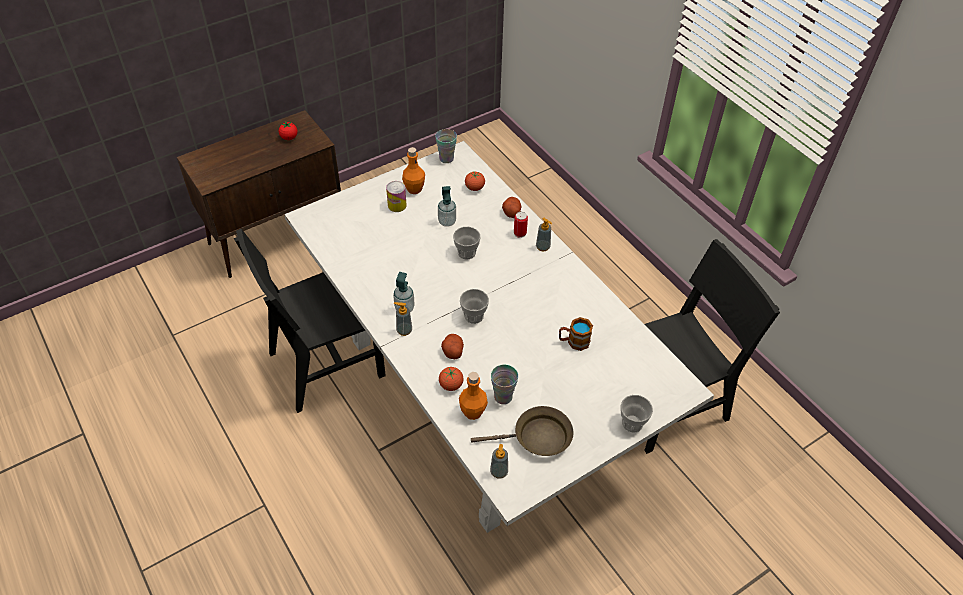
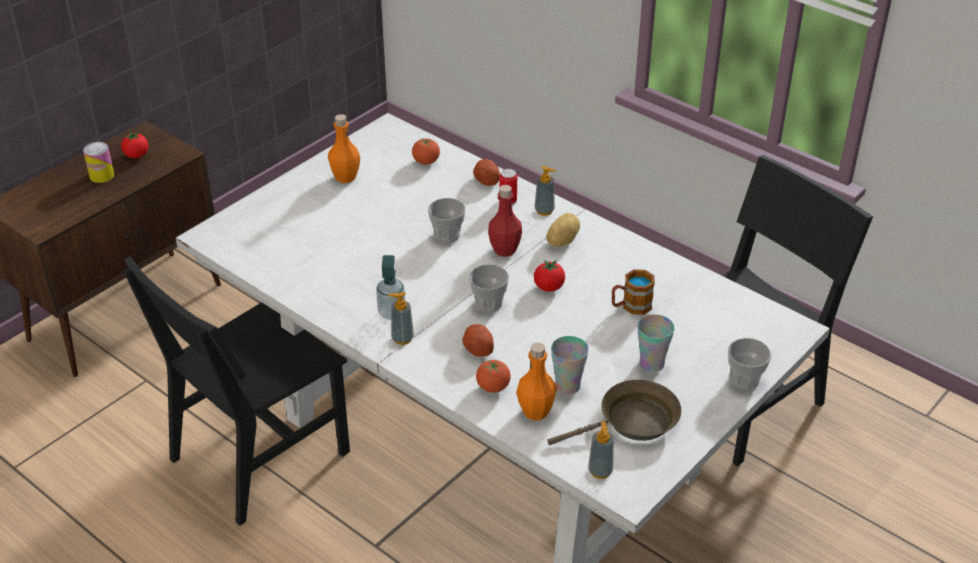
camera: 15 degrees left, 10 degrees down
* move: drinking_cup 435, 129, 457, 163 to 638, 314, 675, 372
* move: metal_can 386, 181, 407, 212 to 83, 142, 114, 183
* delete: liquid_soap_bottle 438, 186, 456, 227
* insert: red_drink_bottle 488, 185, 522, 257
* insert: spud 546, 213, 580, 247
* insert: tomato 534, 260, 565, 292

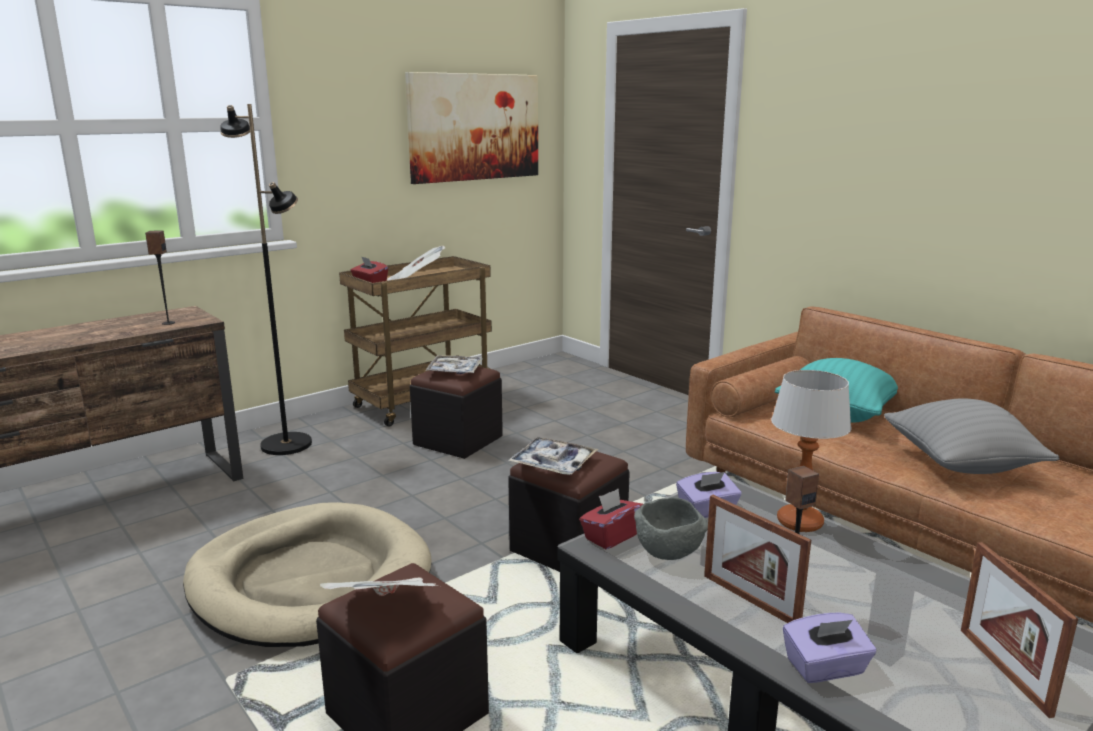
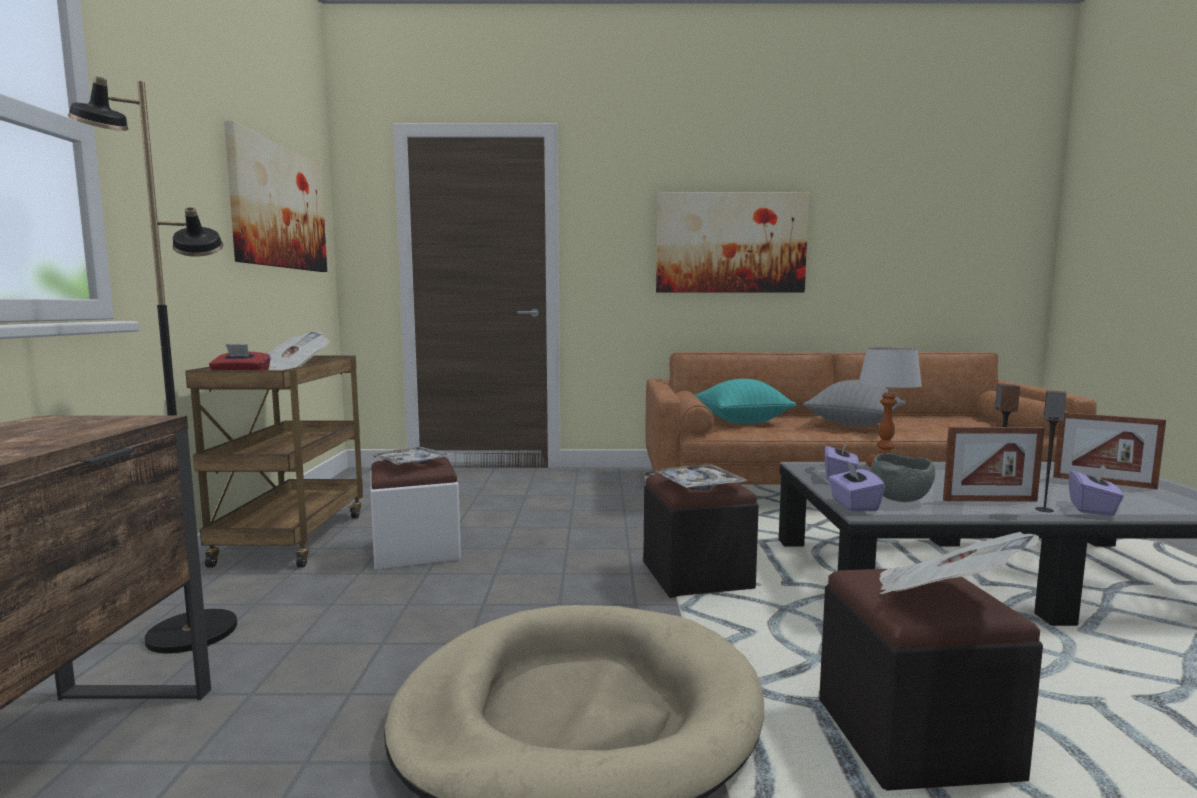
camera: 50 degrees left, 10 degrees down
* move: audio_speaker 145, 230, 175, 325 to 1035, 390, 1066, 512
* recolor: black_pouffe 410, 367, 503, 459 to whitish_pouffe 370, 457, 461, 570
* recolor: red_box_of_tissues 579, 489, 643, 549 to purple_box_of_tissues 828, 461, 885, 511
* insert: wall_picture 656, 192, 809, 293

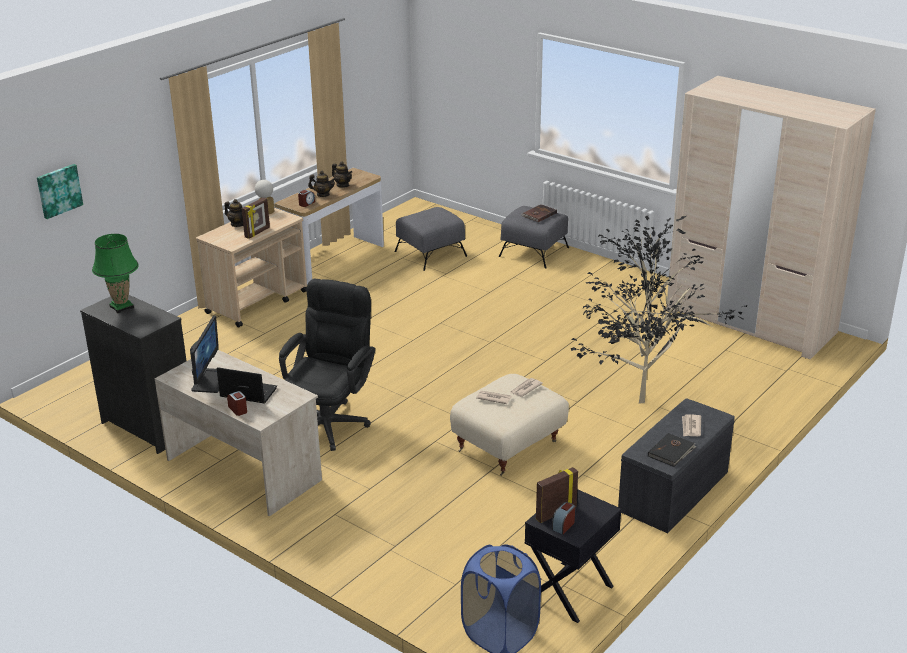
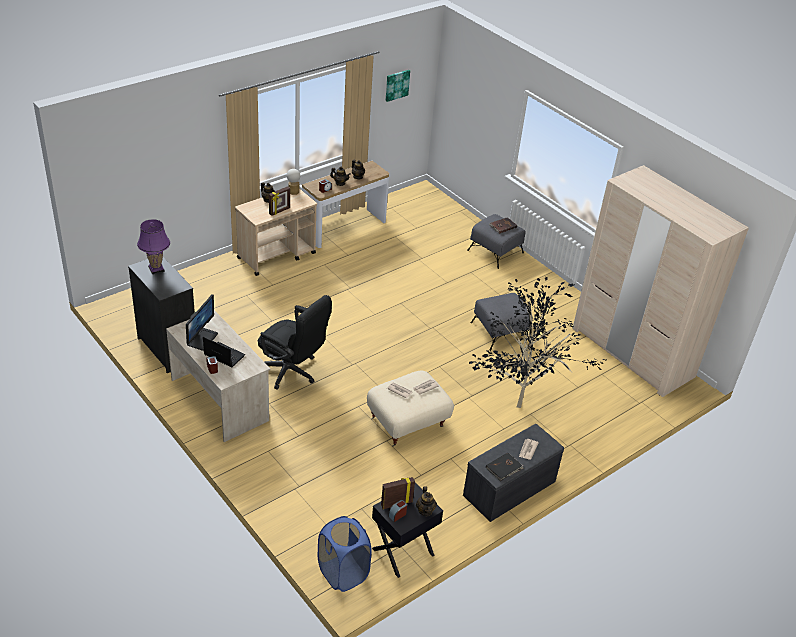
camera: 10 degrees right, 10 degrees up
* move: wall_picture 37, 164, 83, 219 to 386, 70, 410, 102
* move: gray_pouffe 395, 207, 467, 271 to 471, 293, 533, 351
* recolor: greenish_tabletop_lamp 92, 234, 139, 313 to purple_tabletop_lamp 137, 219, 170, 274
* rotate: black_office_chair 279, 279, 375, 451 = 258, 295, 332, 390 90 degrees clockwise
* insert: teapot 416, 486, 437, 516

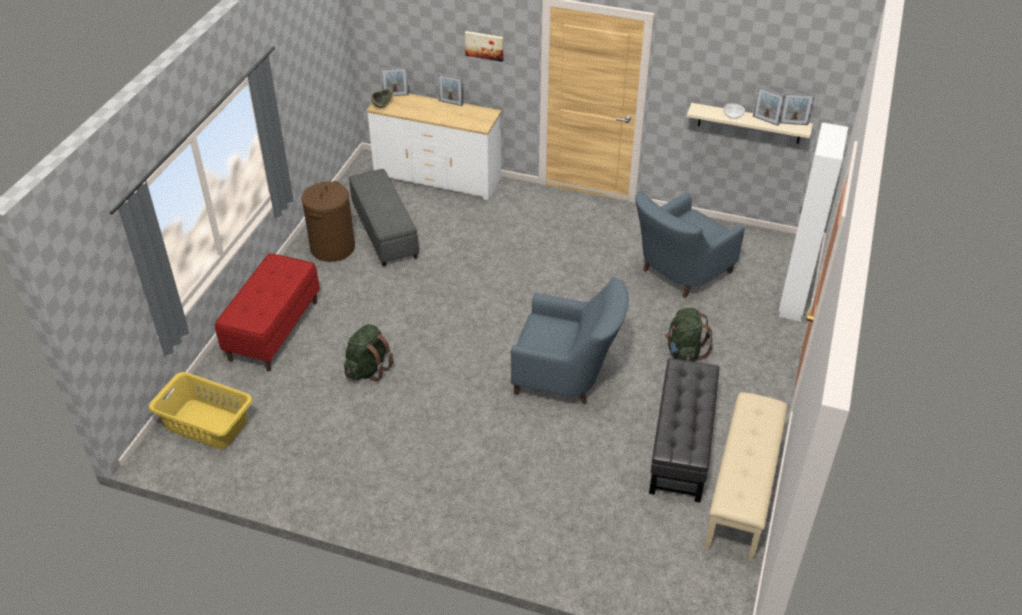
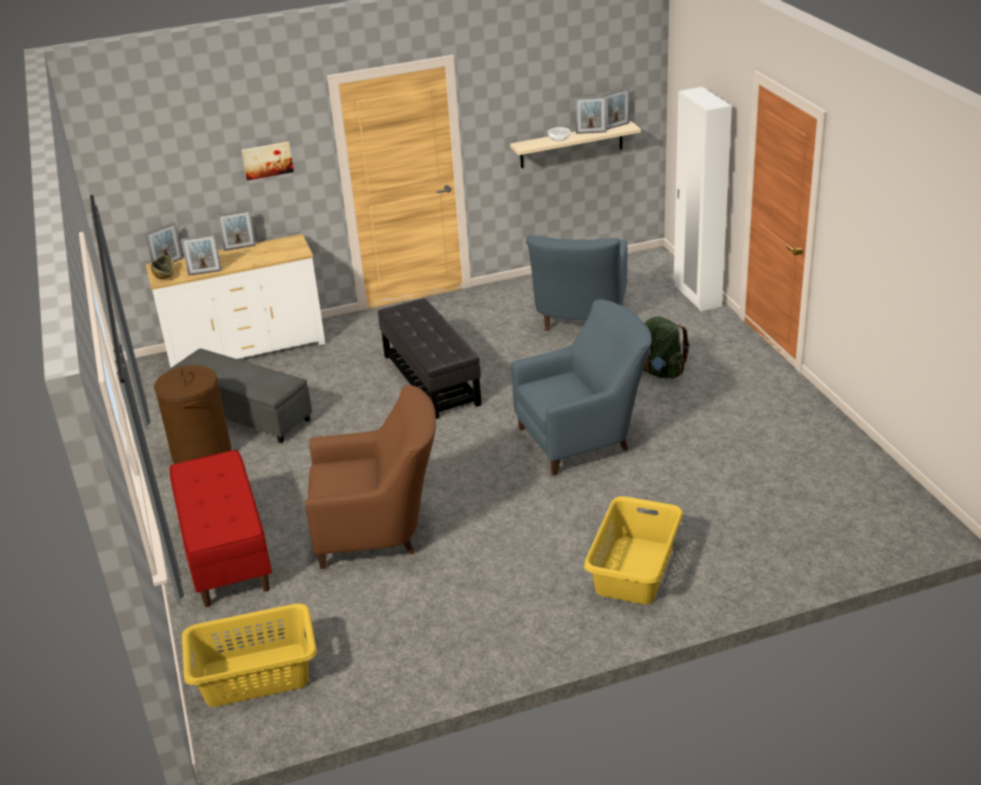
camera: 35 degrees left, 10 degrees down
* replace: greenish_rucksack 344, 324, 394, 382 to brownish_armchair 305, 385, 436, 569
* move: black_pouffe 649, 358, 719, 503 to 378, 298, 482, 419
* delete: beige-coloured_indoor_bench 704, 392, 788, 561
* insert: picture_frame 181, 234, 222, 276
* insert: yellow-coloured_washing_basket 584, 496, 683, 605

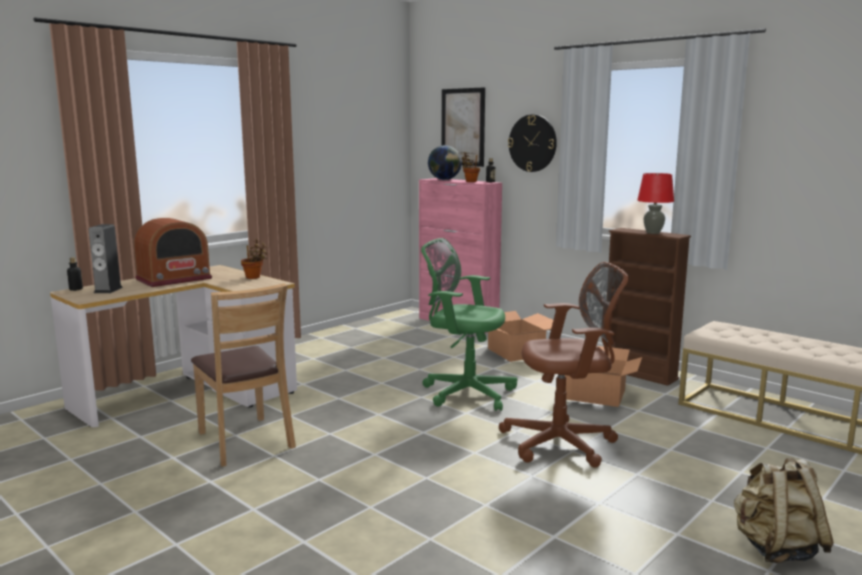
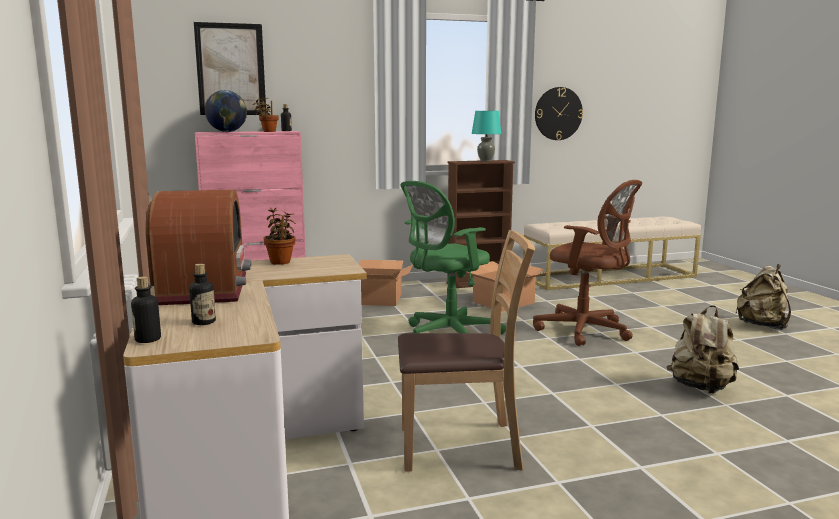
camera: 60 degrees left, 0 degrees up
* move: clock_on_the_wall 508, 115, 557, 172 to 535, 87, 583, 140
* recolor: red_tabletop_lamp 637, 173, 674, 234 to turquoise_tabletop_lamp 472, 111, 501, 161
* replace: audio_speaker 88, 224, 123, 293 to drink_bottle 189, 264, 216, 325
* rotate: brownish_office_chair 499, 262, 629, 468 = 533, 180, 642, 346 105 degrees clockwise
* insert: beige-coloured_rucksack 667, 305, 739, 393

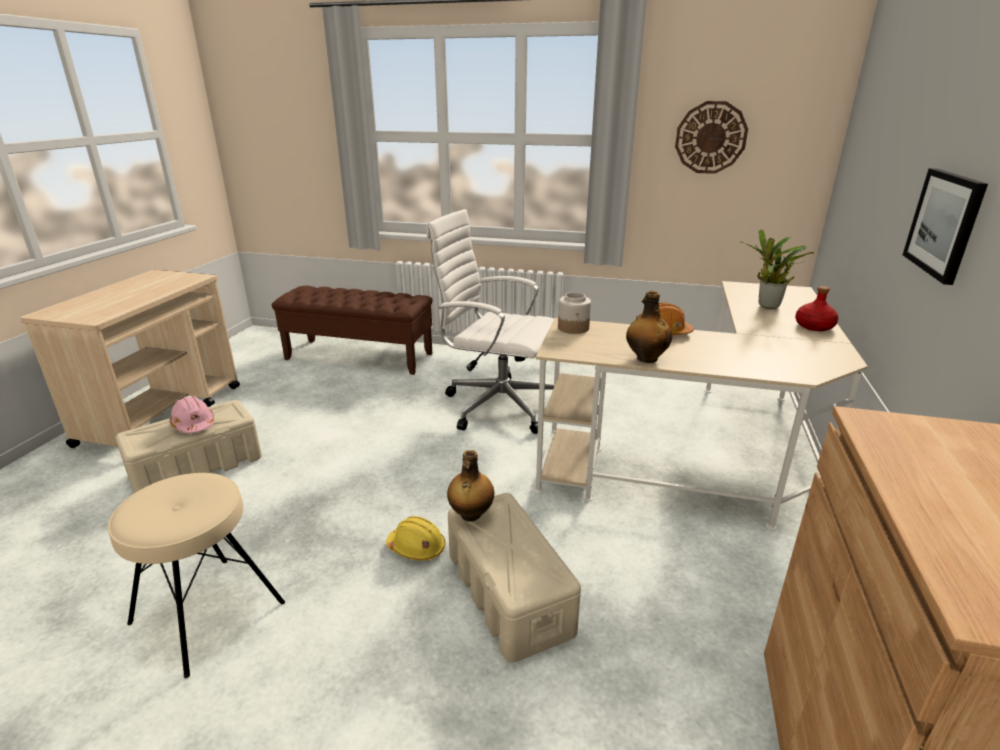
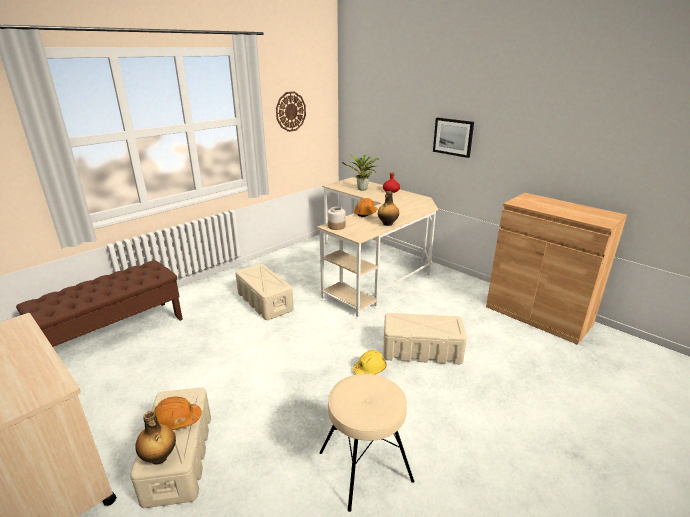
camera: 60 degrees left, 0 degrees up
* replace: whitish_office_chair 426, 209, 554, 434 to beige-coloured_storage_box 235, 264, 294, 320
* recolor: pink_safety_helmet 170, 396, 214, 433 to orange_safety_helmet 154, 396, 202, 430
* move: drink_bottle 447, 450, 494, 522 to 135, 411, 176, 465

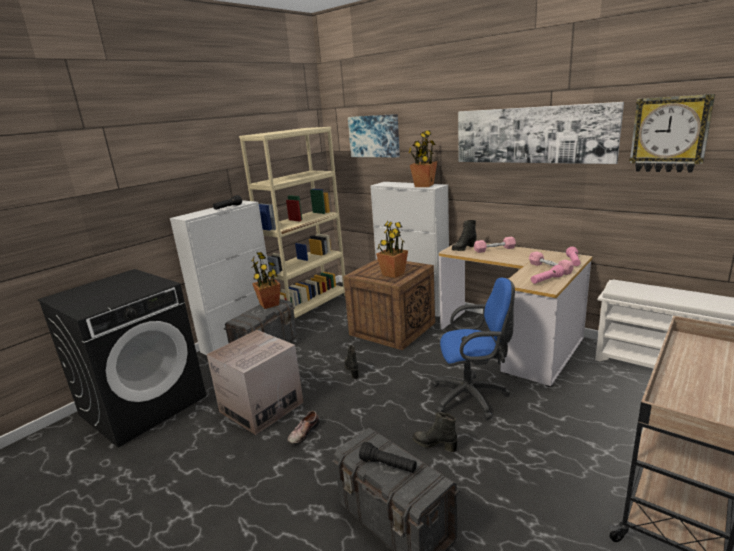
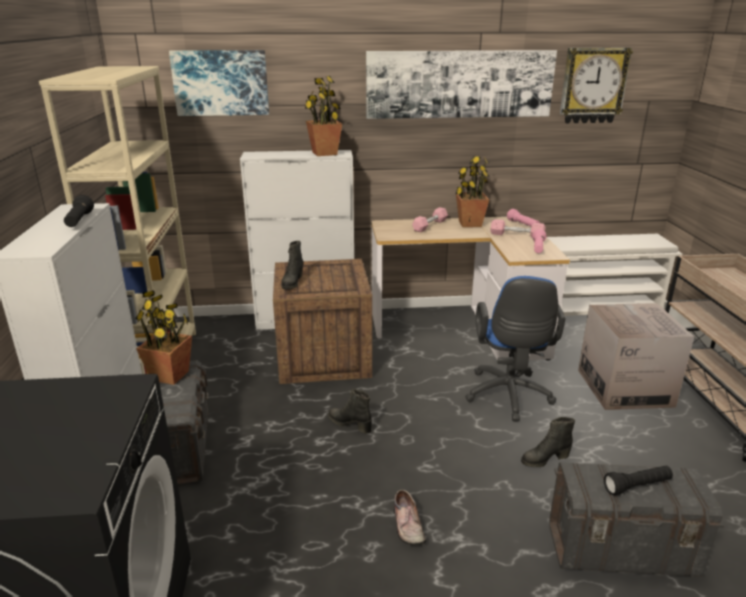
camera: 45 degrees left, 5 degrees up
* move: potted_plant 376, 220, 408, 278 to 456, 156, 490, 227
* move: black_tall_boot 452, 220, 477, 251 to 281, 241, 303, 289
* rotate: bluish_office_chair 431, 278, 515, 420 = 465, 276, 565, 421 135 degrees clockwise
* move: carton 207, 330, 304, 435 to 578, 303, 694, 410

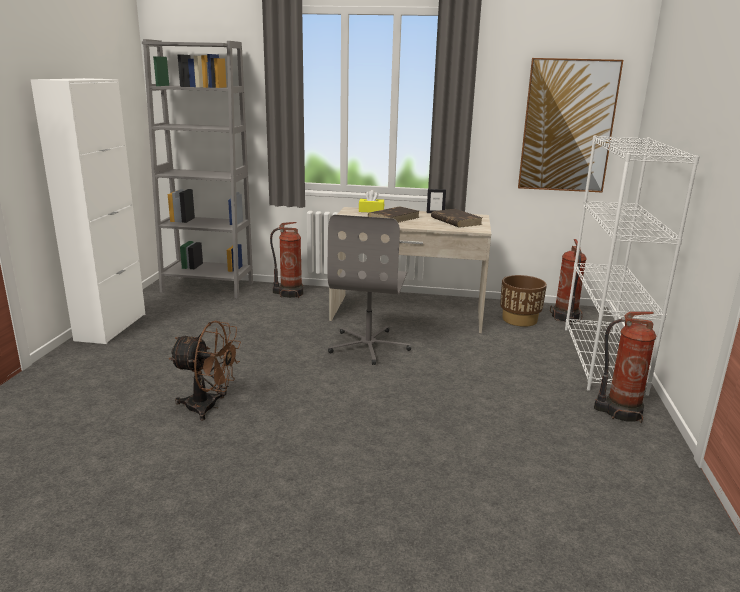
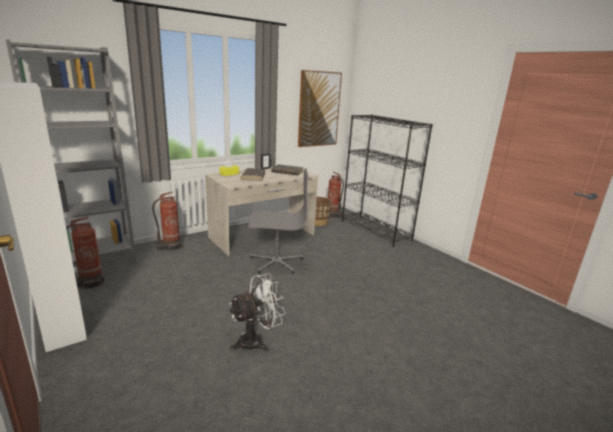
camera: 45 degrees left, 0 degrees up
* recolor: whitish_bookcase 565, 136, 700, 396 to black_bookcase 342, 115, 433, 247
* rotate: gray_office_chair 328, 215, 411, 365 = 248, 168, 309, 274 60 degrees counterclockwise
* move: fire-fighting_cylinder 594, 311, 656, 423 to 66, 217, 105, 290
* recolor: brownish_fan 168, 320, 241, 421 to whitish_fan 229, 273, 286, 352

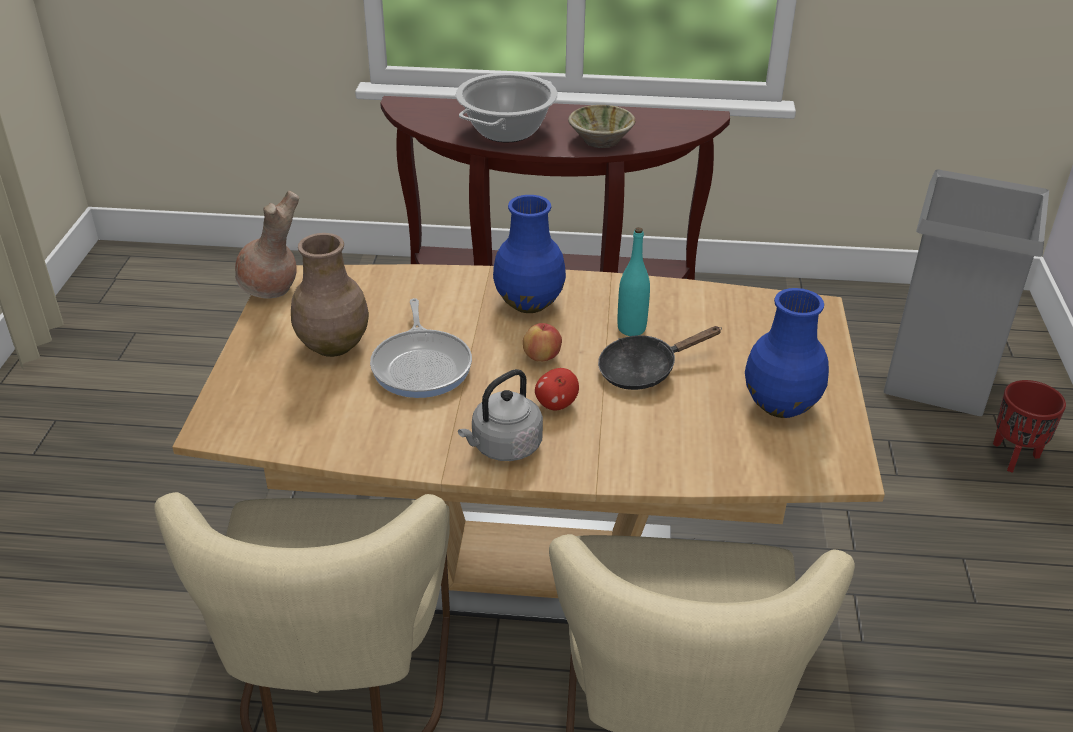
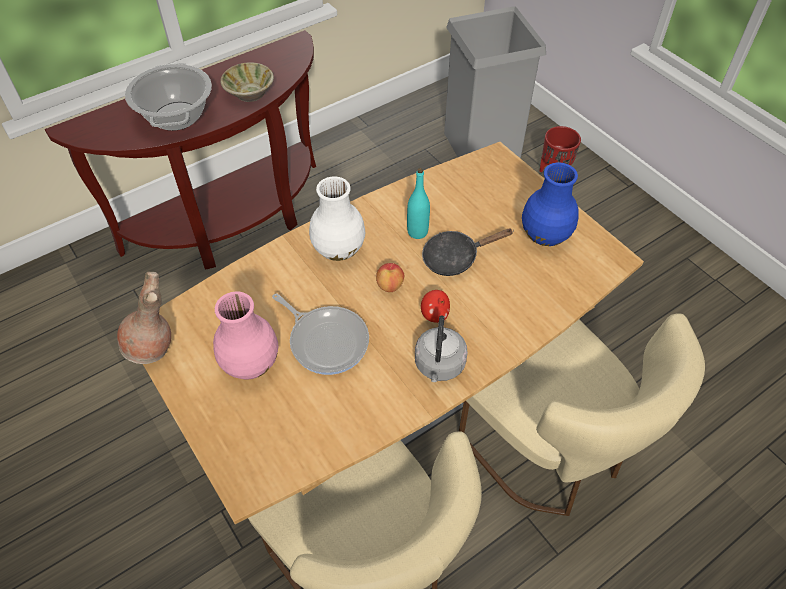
camera: 40 degrees left, 15 degrees up
* recolor: bluish_vase 493, 195, 566, 313 to whitish_vase 309, 176, 365, 261
* recolor: brownish_vase 291, 233, 369, 357 to pink_vase 213, 292, 278, 379
* rotate: black_pan 598, 326, 722, 390 = 422, 228, 514, 276 45 degrees clockwise

